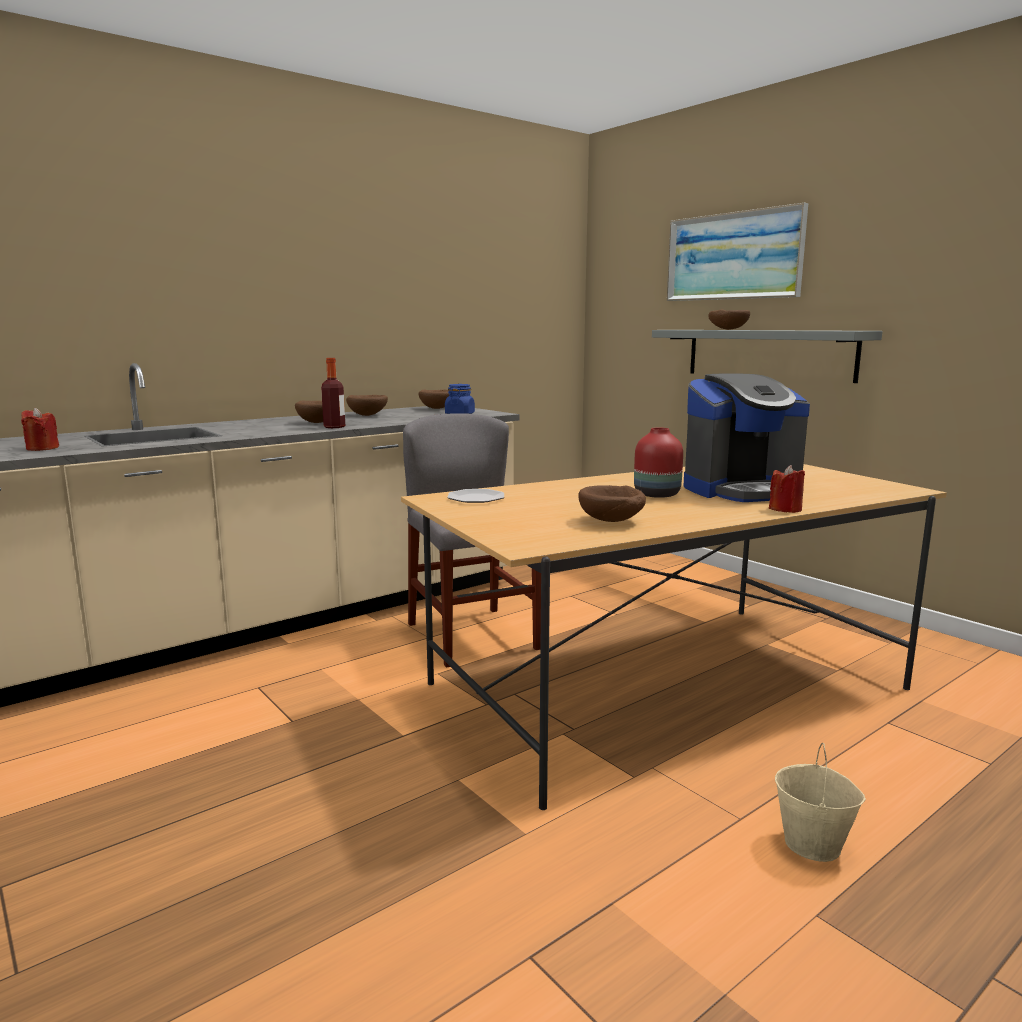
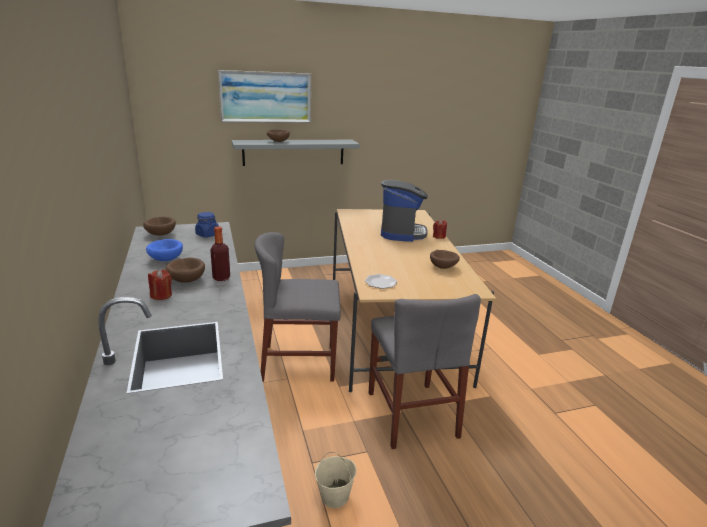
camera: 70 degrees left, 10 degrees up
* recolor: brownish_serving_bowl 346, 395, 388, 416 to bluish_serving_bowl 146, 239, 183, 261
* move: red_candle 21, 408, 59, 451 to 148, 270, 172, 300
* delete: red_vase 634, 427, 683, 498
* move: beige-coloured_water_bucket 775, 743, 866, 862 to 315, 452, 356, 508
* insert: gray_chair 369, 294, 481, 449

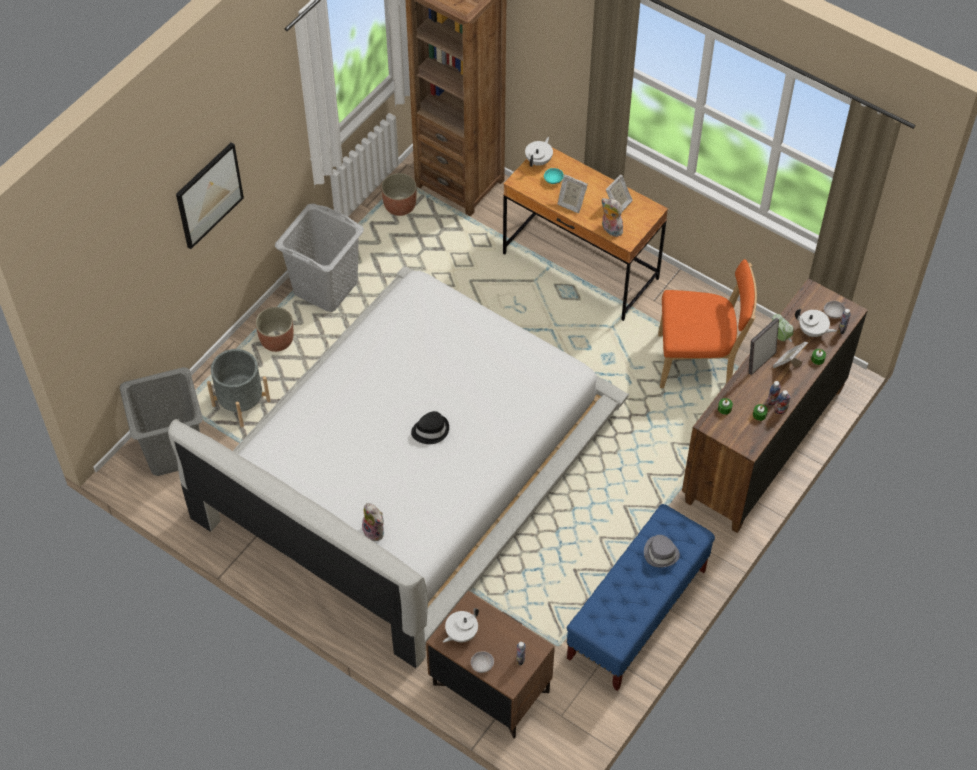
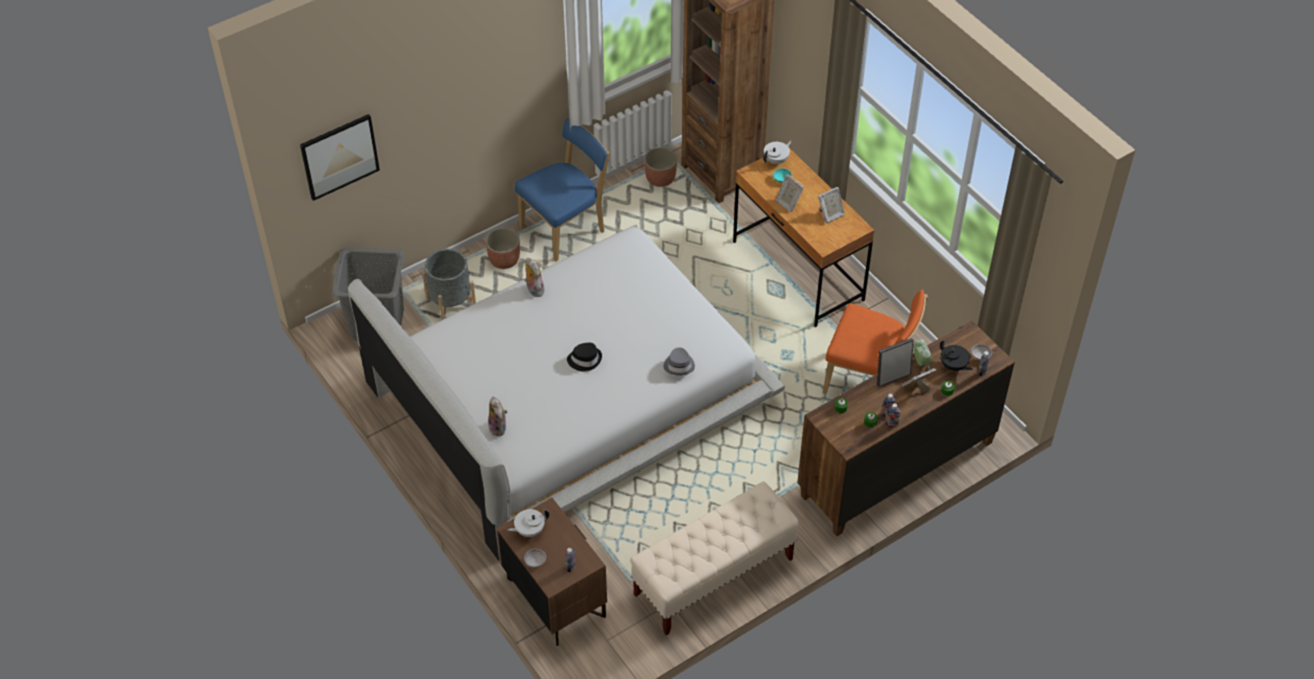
camera: 20 degrees right, 5 degrees down
* move: wall_picture 176, 142, 244, 249 to 300, 114, 380, 201
* move: plush_toy 602, 198, 626, 237 to 524, 258, 544, 297
* replace: gray_washing_basket 275, 204, 364, 312 to bluish_chair 515, 119, 610, 262
* recolor: whitish_teapot 795, 309, 837, 337 to black_teapot 940, 340, 973, 371
* recolor: bluish_indoor_bench 566, 504, 715, 691 to beige-coloured_indoor_bench 630, 482, 799, 635
* move: gray_wearable_hat 644, 535, 680, 567 to 664, 347, 695, 376

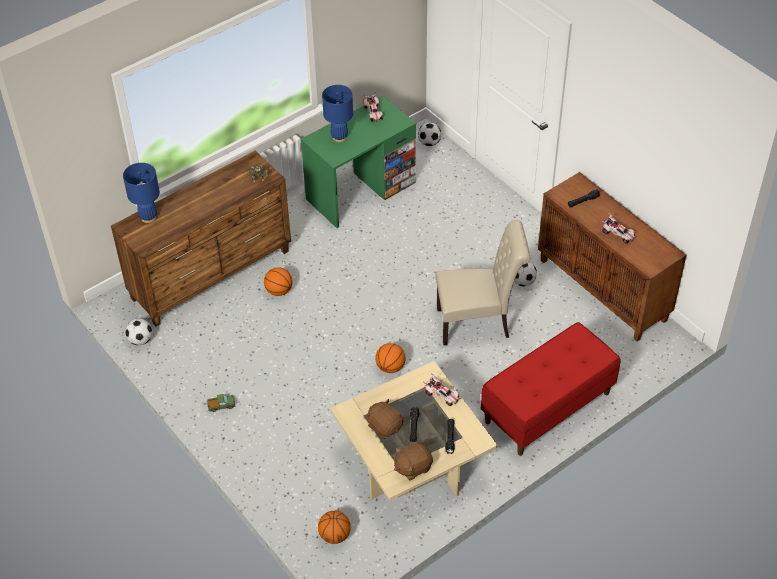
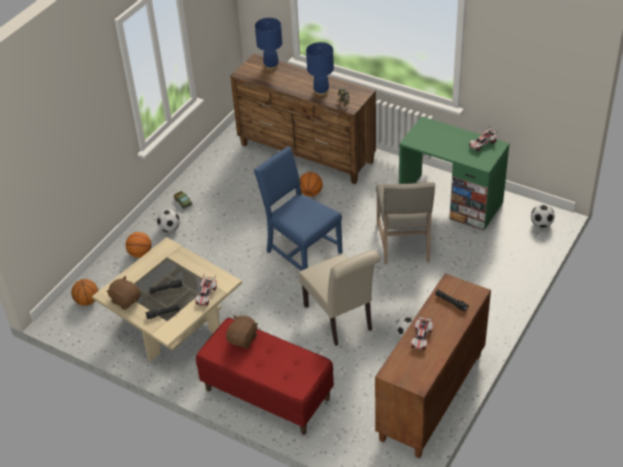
camera: 70 degrees right, 5 degrees down
* move: bluish_tabletop_lamp 322, 85, 353, 142 to 306, 42, 334, 96
* move: ball_for_football 125, 318, 152, 345 to 157, 209, 180, 232
* move: basketball_ball 375, 343, 406, 373 to 125, 232, 152, 258
* move: brownish_plush_toy 366, 399, 403, 439 to 226, 315, 258, 349
* insert: bluish_chair 254, 146, 342, 271
* insert: beige-coloured_chair 376, 182, 435, 264

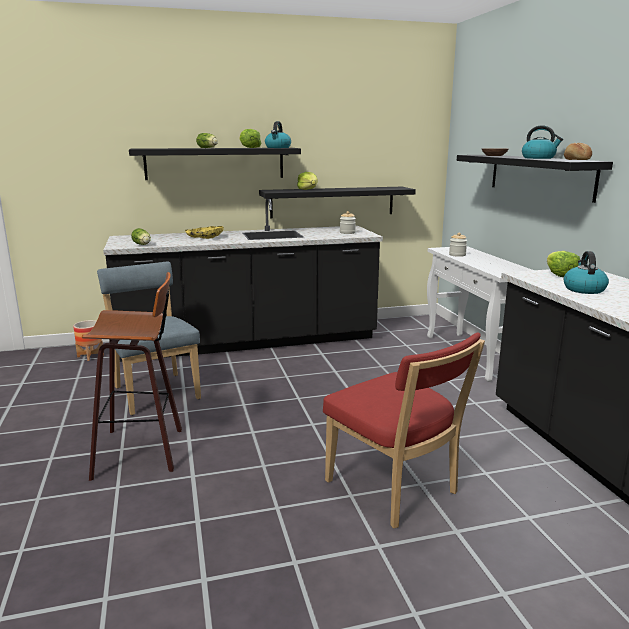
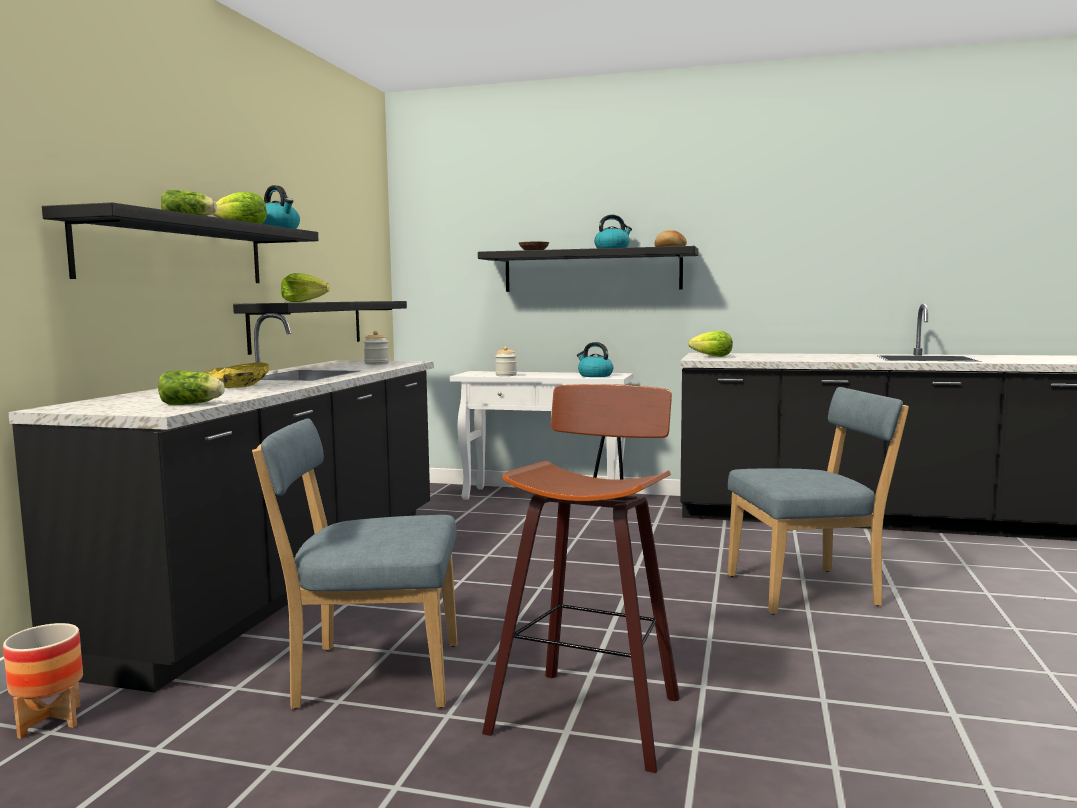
camera: 60 degrees left, 10 degrees down
* move: kettle 564, 251, 609, 294 to 577, 342, 613, 377
* recolor: red_chair 323, 332, 485, 529 to bluish_chair 728, 387, 909, 615

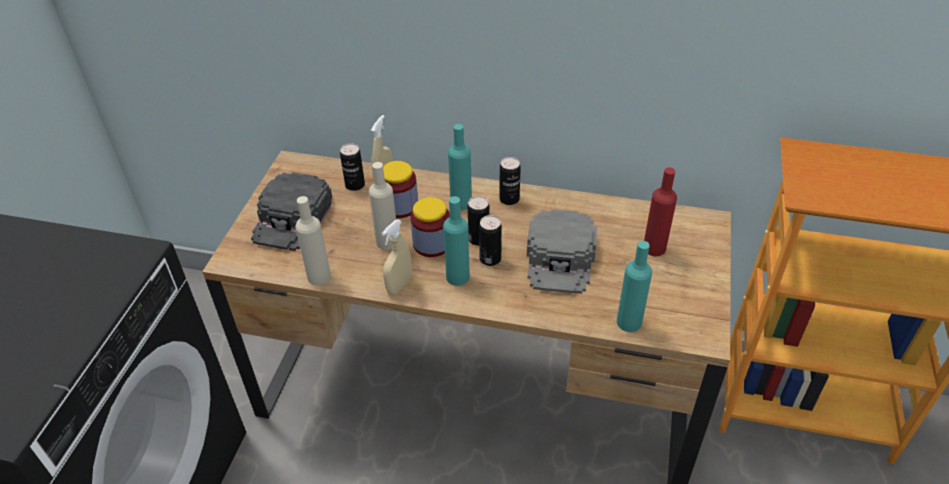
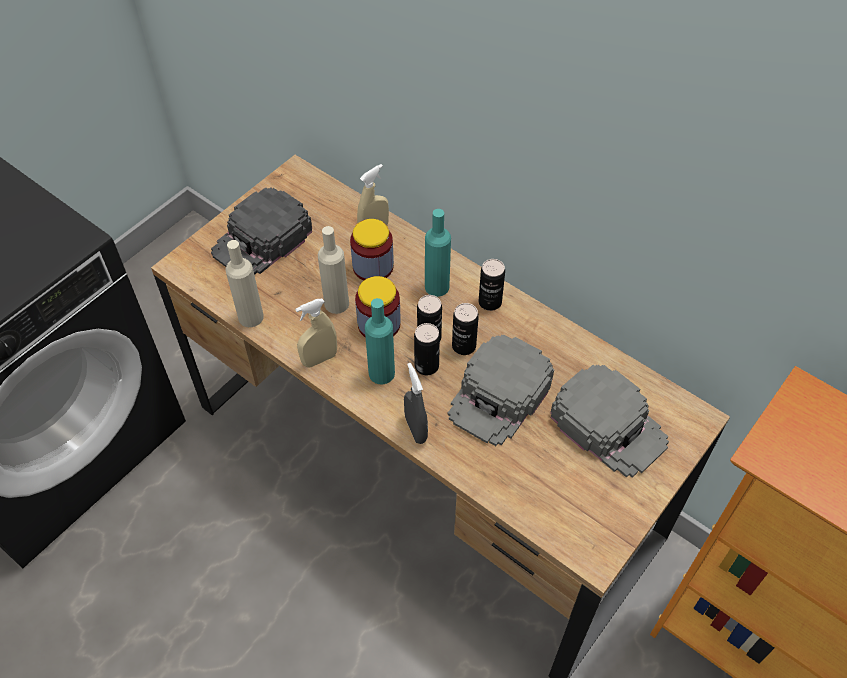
camera: 25 degrees right, 10 degrees up
* move: metal_can 340, 143, 365, 191 to 452, 303, 479, 355
* replace: red_drink_bottle 644, 167, 677, 256 to gray_baseball_cap 550, 365, 669, 478
* delete: turquoise_drink_bottle 617, 241, 652, 332
* insert: gray_sprayer 404, 363, 428, 444

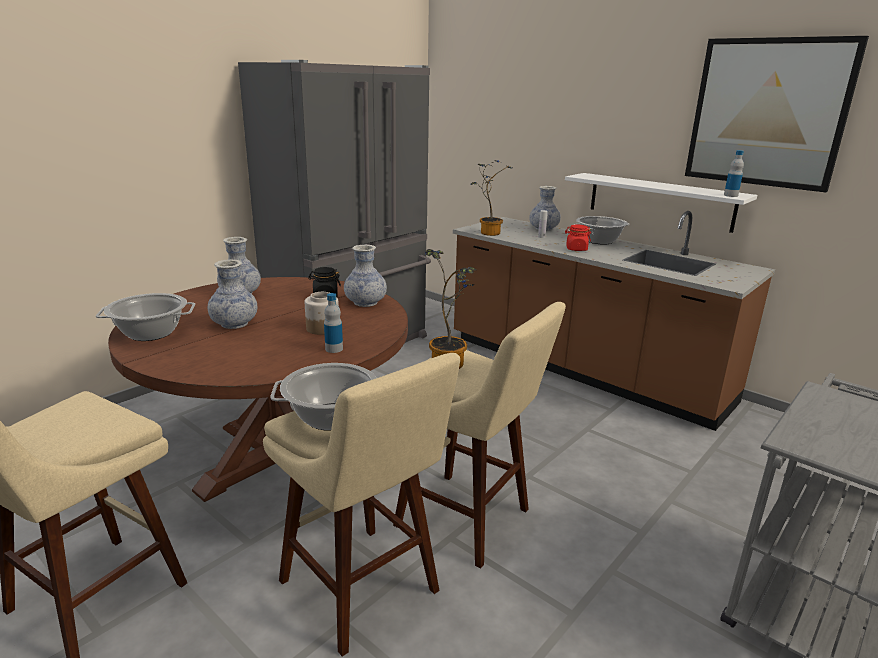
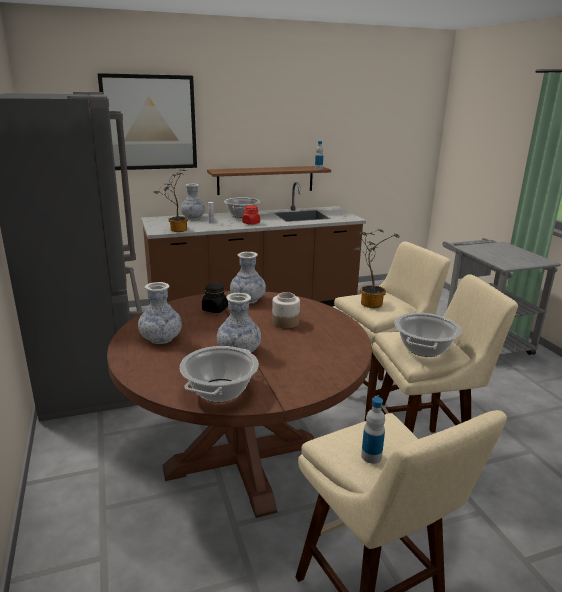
camera: 60 degrees left, 0 degrees up
* move: wall_picture 685, 36, 869, 192 to 97, 73, 197, 170
* recolor: whitish_bracket_shelf 565, 173, 757, 233 to brownish_bracket_shelf 207, 166, 331, 195
* move: drink_bottle 324, 293, 343, 353 to 361, 397, 385, 464

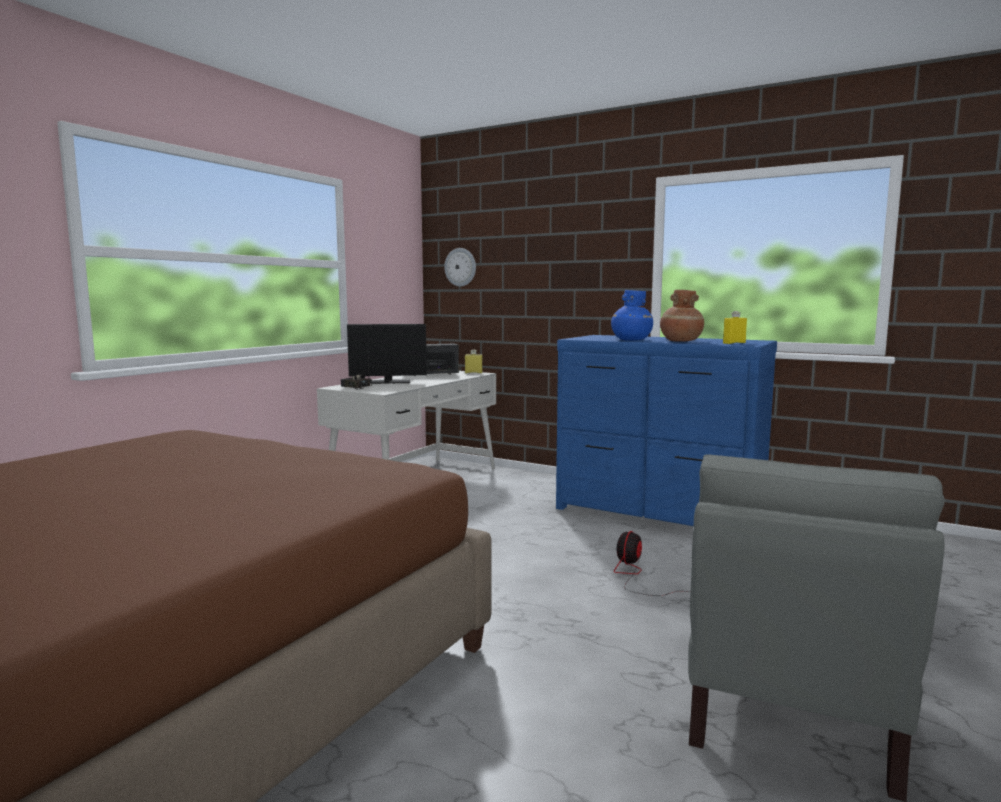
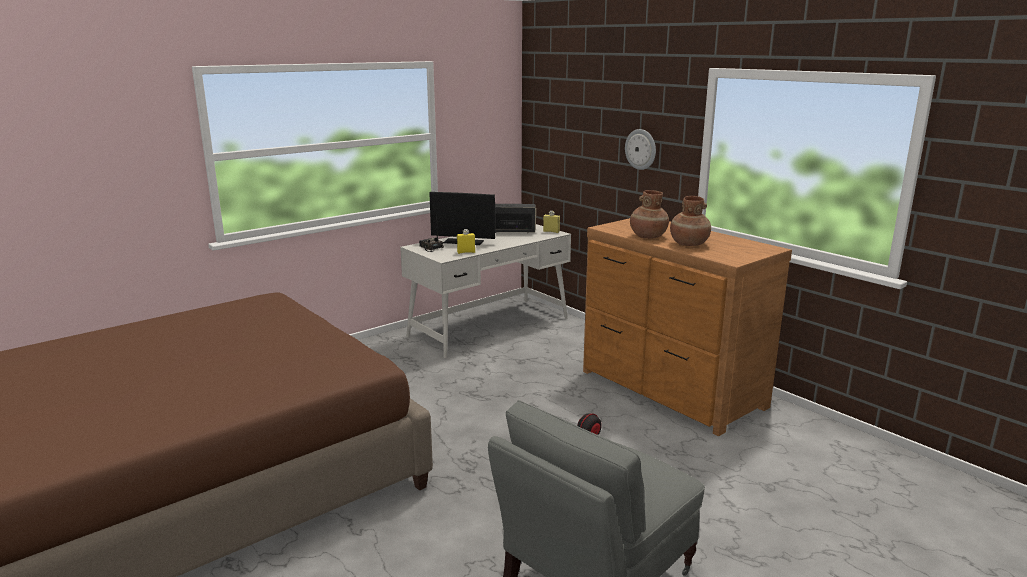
camera: 20 degrees right, 10 degrees up
* move: clock_on_the_wall 444, 248, 476, 287 to 625, 129, 656, 170
* recolor: bluish_vase 611, 290, 653, 341 to brownish_vase 630, 190, 669, 239
* move: yellow-coloured_drink_bottle 723, 311, 747, 344 to 457, 229, 475, 254
* recolor: bluish_dresser 556, 335, 777, 526 to brownish_dresser 583, 218, 792, 436

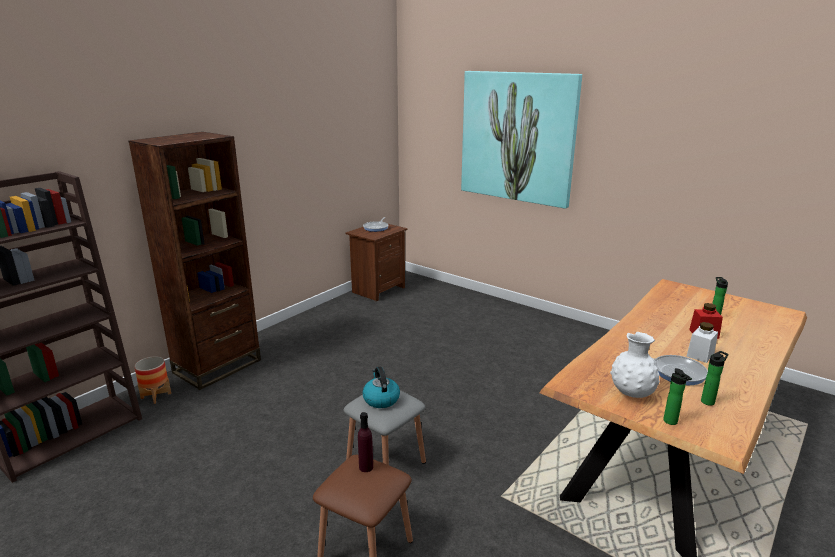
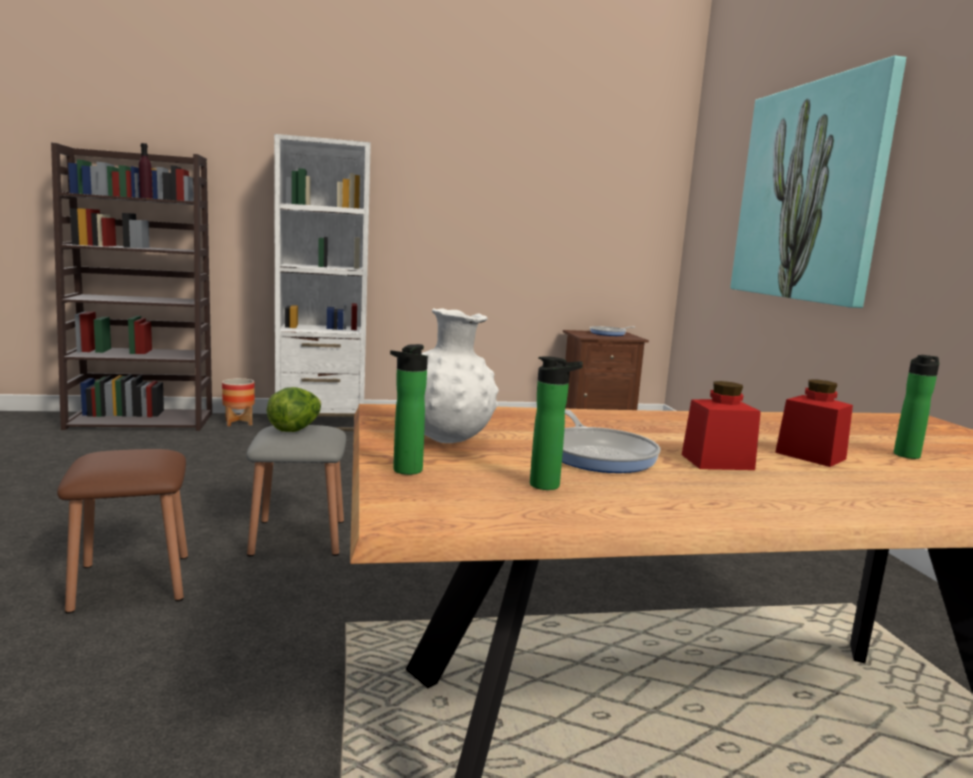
camera: 40 degrees right, 10 degrees down
* recolor: brownish_bookcase 129, 132, 261, 390 to whitish_bookcase 274, 134, 371, 431
* recolor: whitish_preserve_jar 687, 322, 718, 363 to red_preserve_jar 682, 381, 761, 470
* replace: kettle 362, 366, 400, 408 to head_of_lettuce 267, 387, 321, 432
* move: purple_drink_bottle 358, 412, 373, 472 to 139, 143, 153, 199

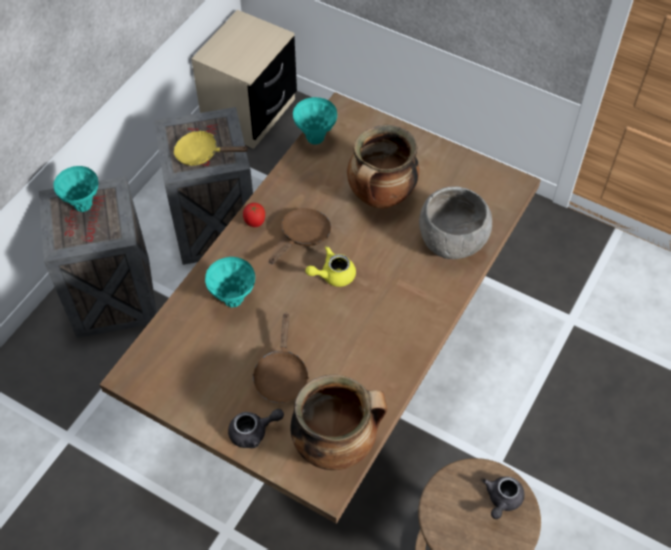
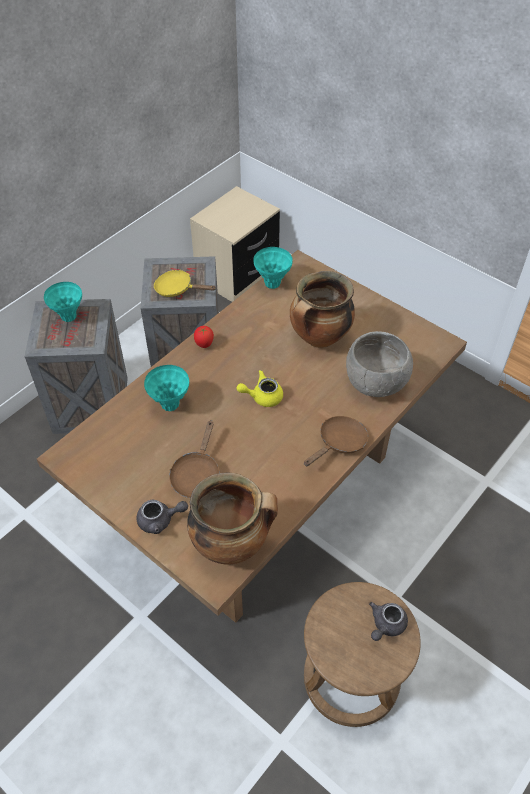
camera: 10 degrees right, 5 degrees down
* move: brownish_pan 269, 208, 331, 264 to 304, 416, 368, 466

